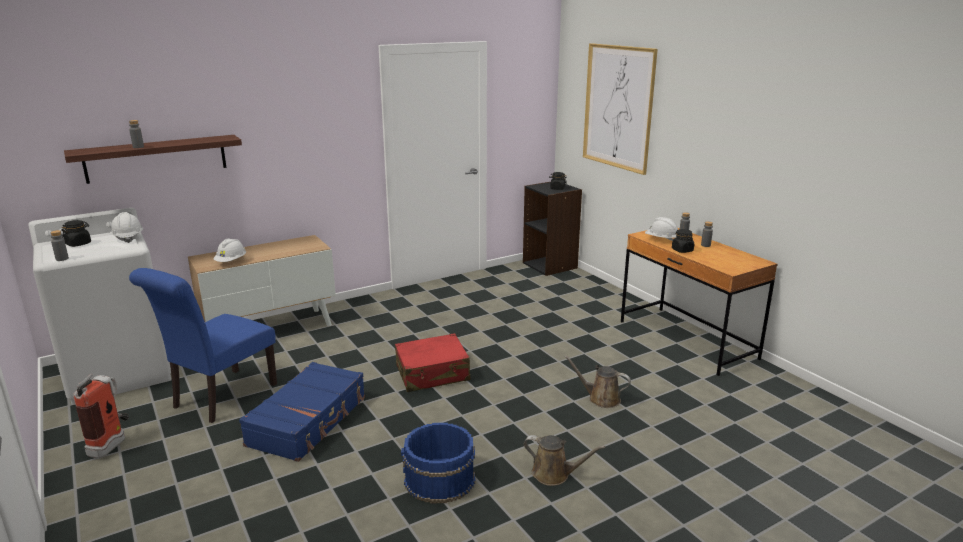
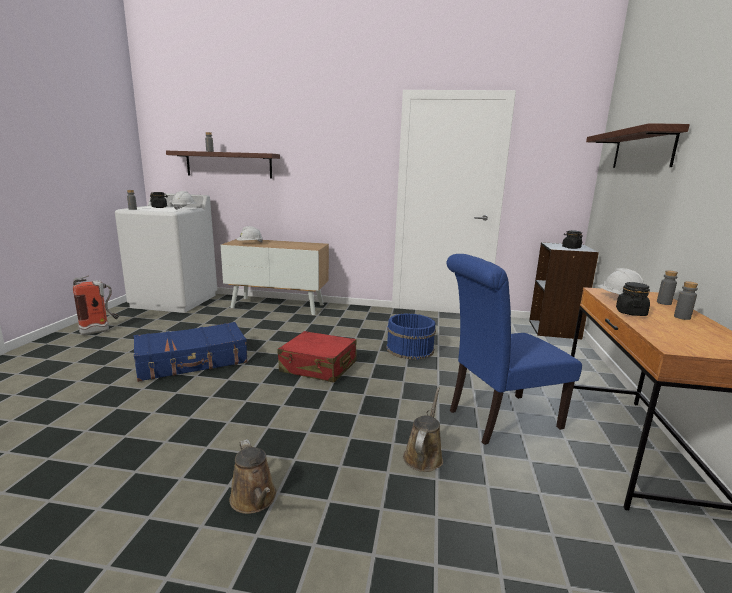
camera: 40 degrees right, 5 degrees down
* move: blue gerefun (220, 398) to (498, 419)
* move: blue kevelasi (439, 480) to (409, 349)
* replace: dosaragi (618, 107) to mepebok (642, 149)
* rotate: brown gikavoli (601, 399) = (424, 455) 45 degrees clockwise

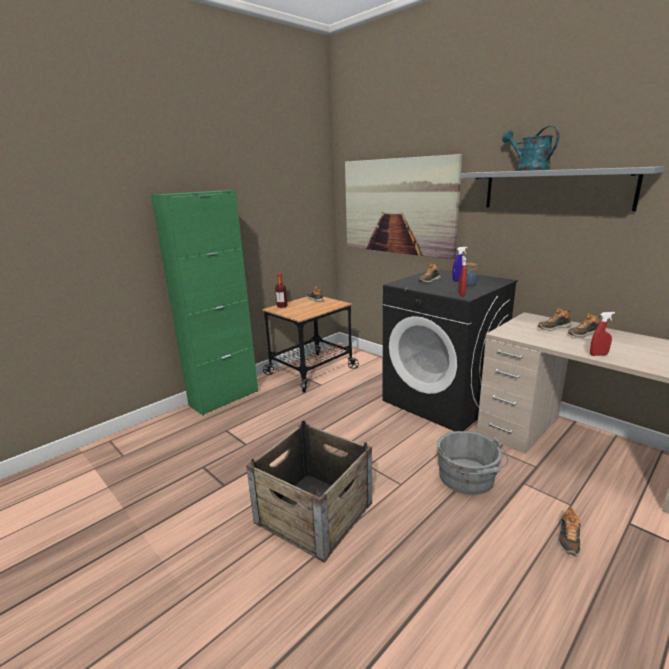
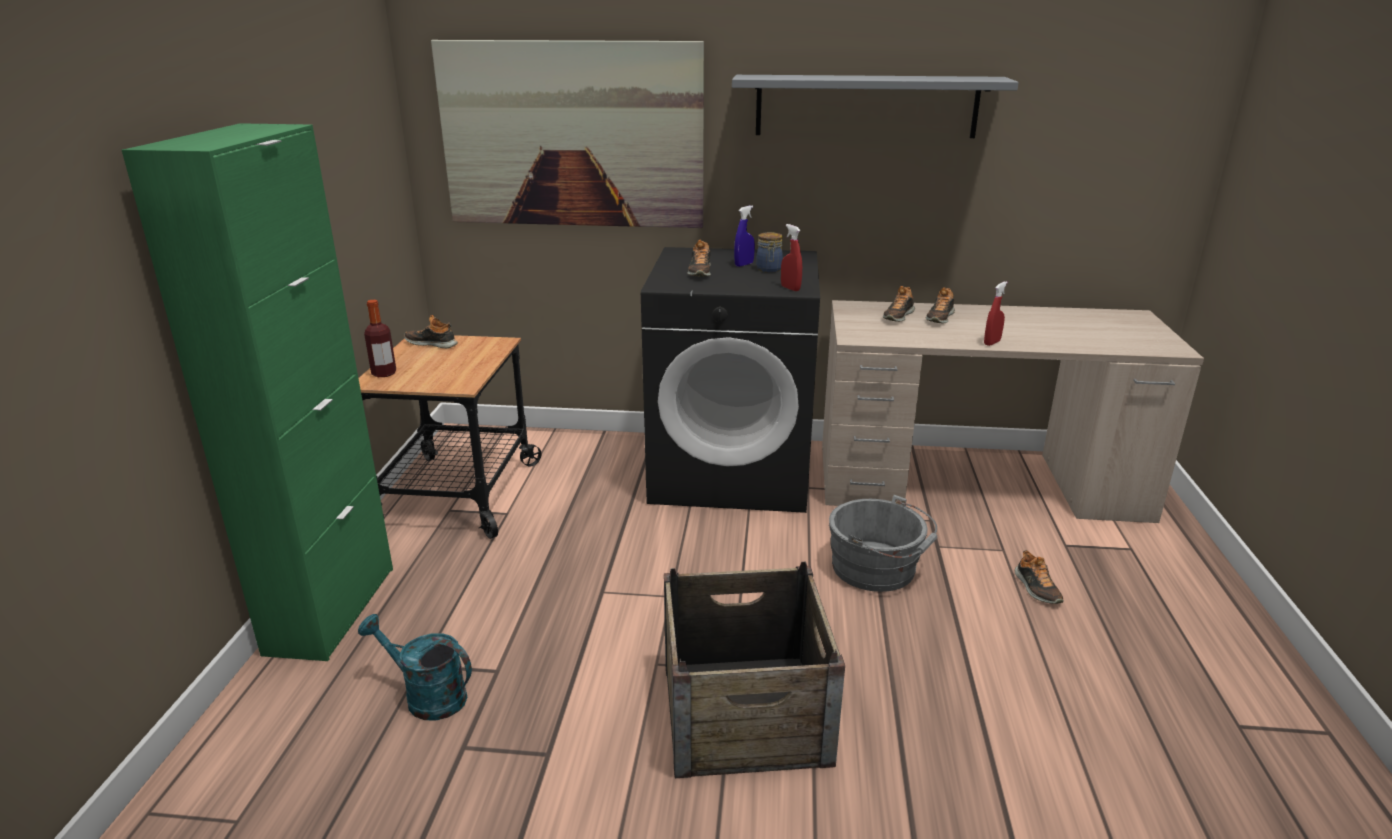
camera: 40 degrees left, 5 degrees up
* move: turquoise gikavoli (528, 170) to (427, 696)

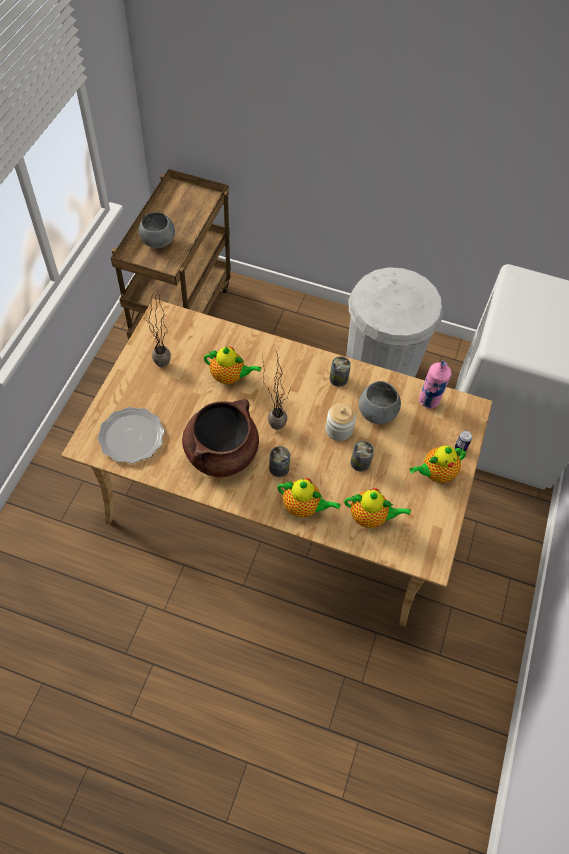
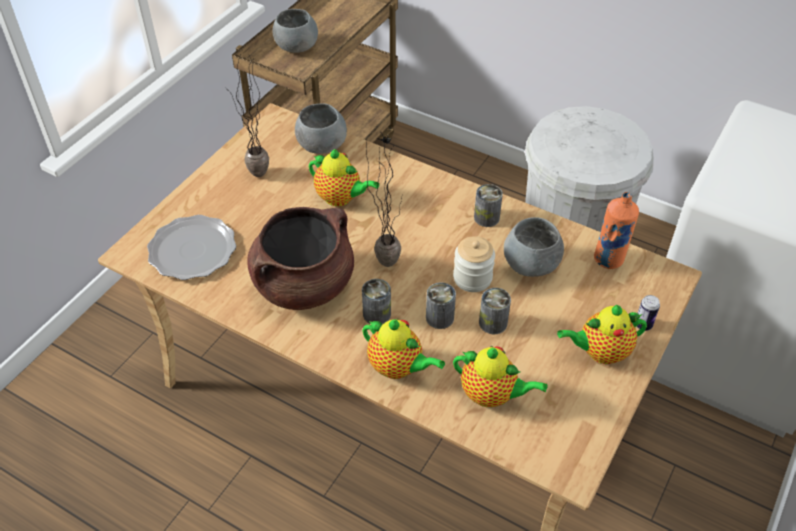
camera: 15 degrees right, 10 degrees down
* insert: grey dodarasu (321, 146)
* insert: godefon (439, 317)
* recolor: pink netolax (429, 400) to orange netolax (609, 259)

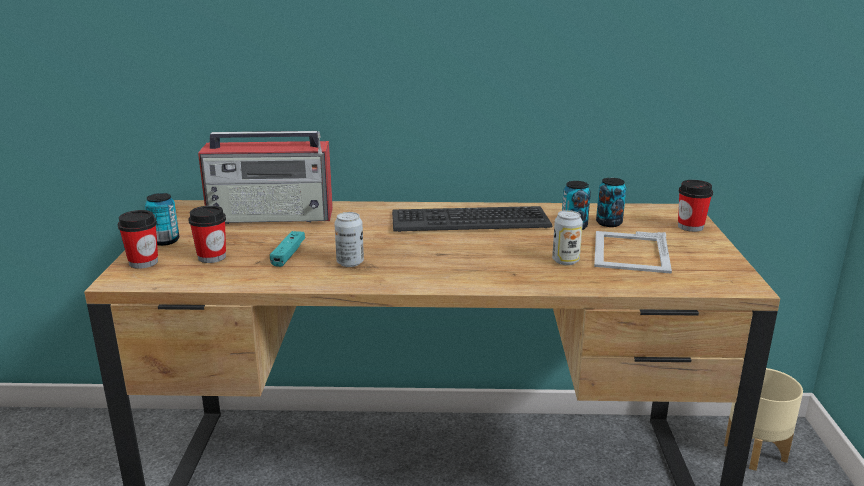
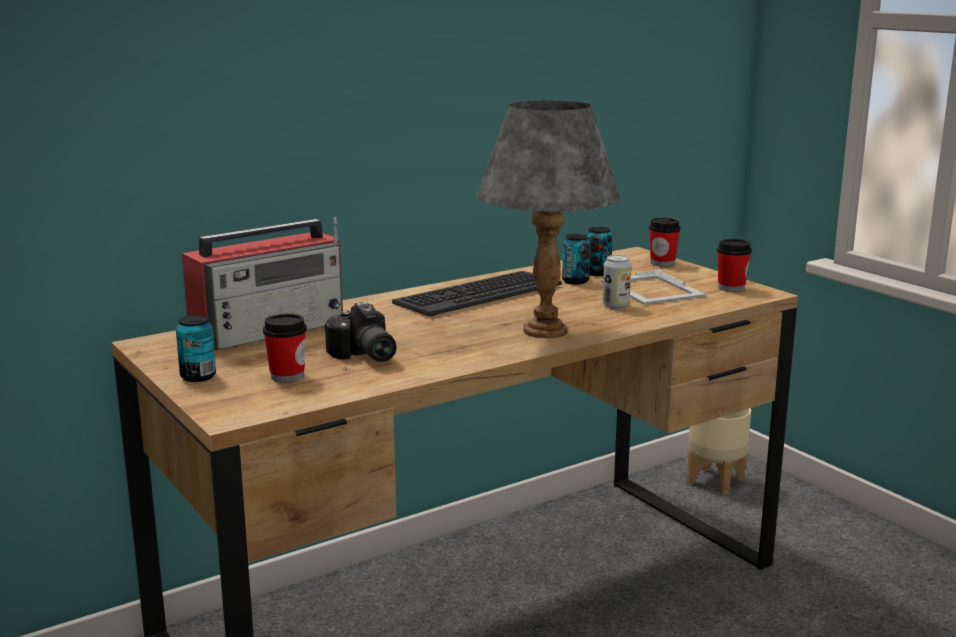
camera: 35 degrees left, 5 degrees down
* delete: godefon (350, 262)
* insert: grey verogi (544, 331)
* move: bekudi (143, 262) to (731, 288)
* replace: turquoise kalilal (288, 254) to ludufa (363, 356)

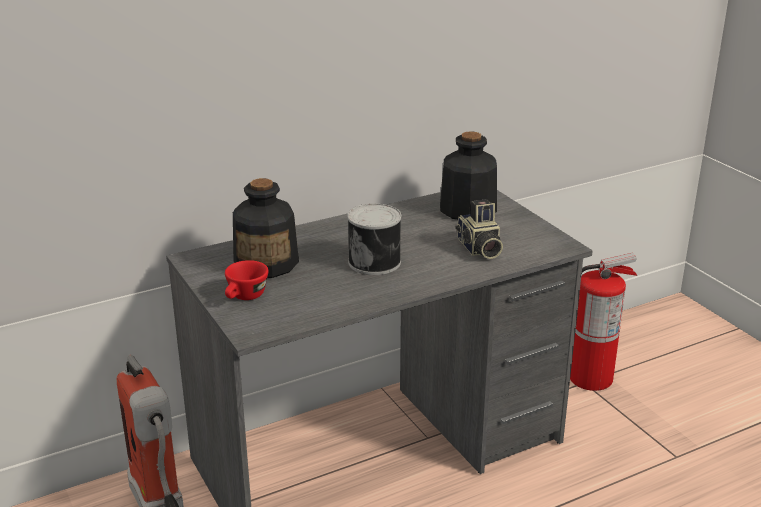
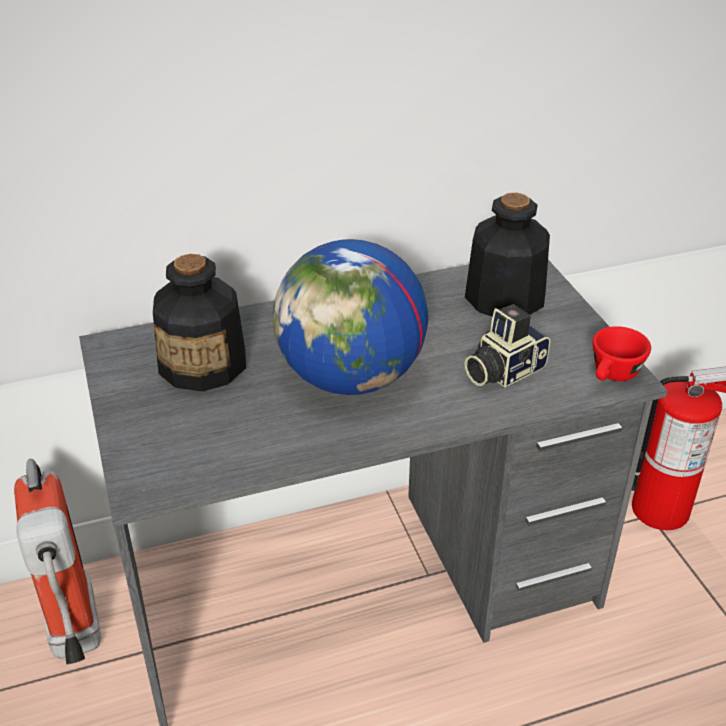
camera: 10 degrees right, 10 degrees up
* move: red bekudi (245, 297) to (613, 376)
* replace: godefon (375, 262) to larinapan (351, 378)
* rotate: ludufa (479, 249) = (502, 371) 60 degrees clockwise

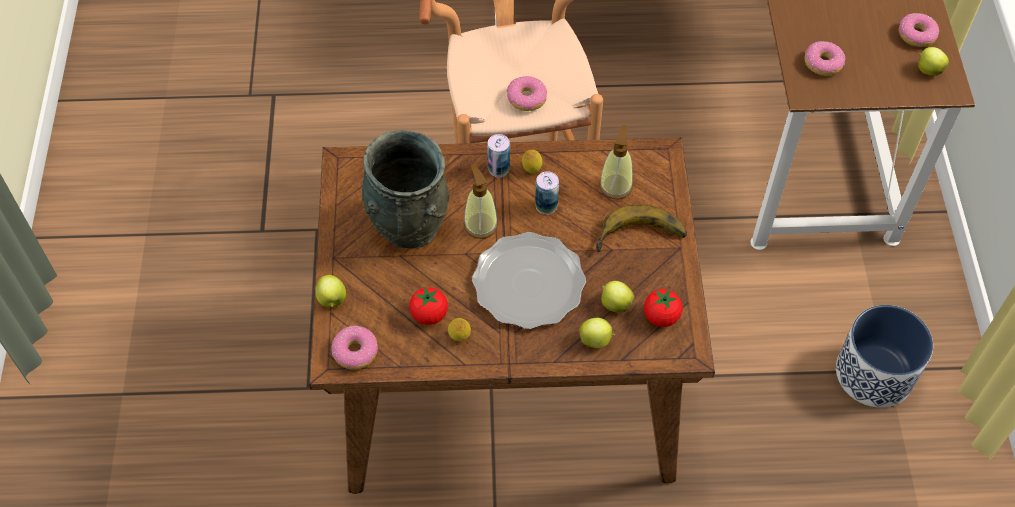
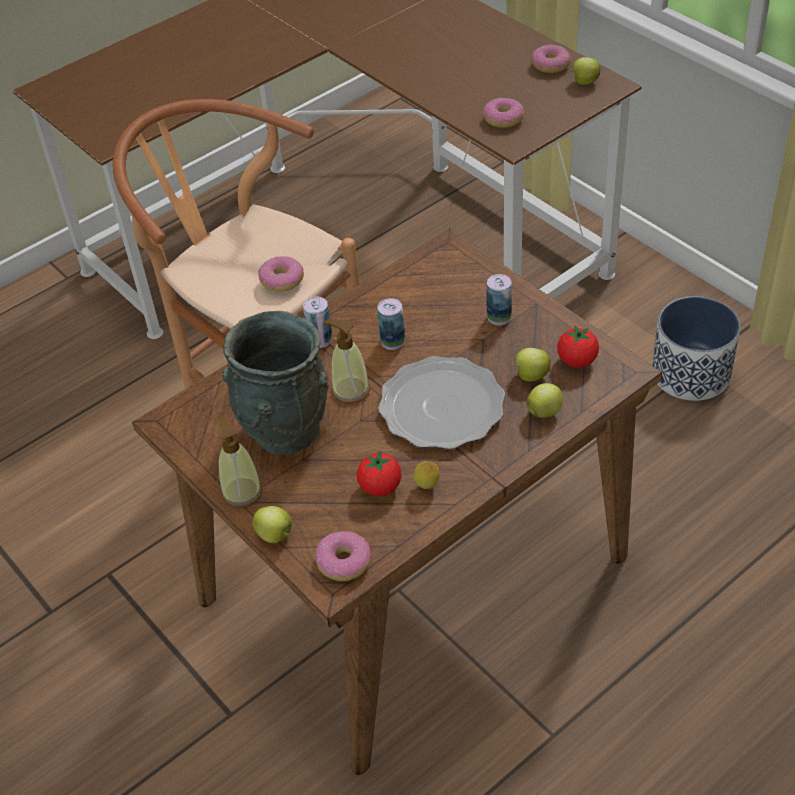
camera: 35 degrees left, 10 degrees down
* delete: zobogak (531, 170)
* move: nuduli (615, 186) to (241, 492)
* replace: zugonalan (641, 239) to godefon (499, 317)

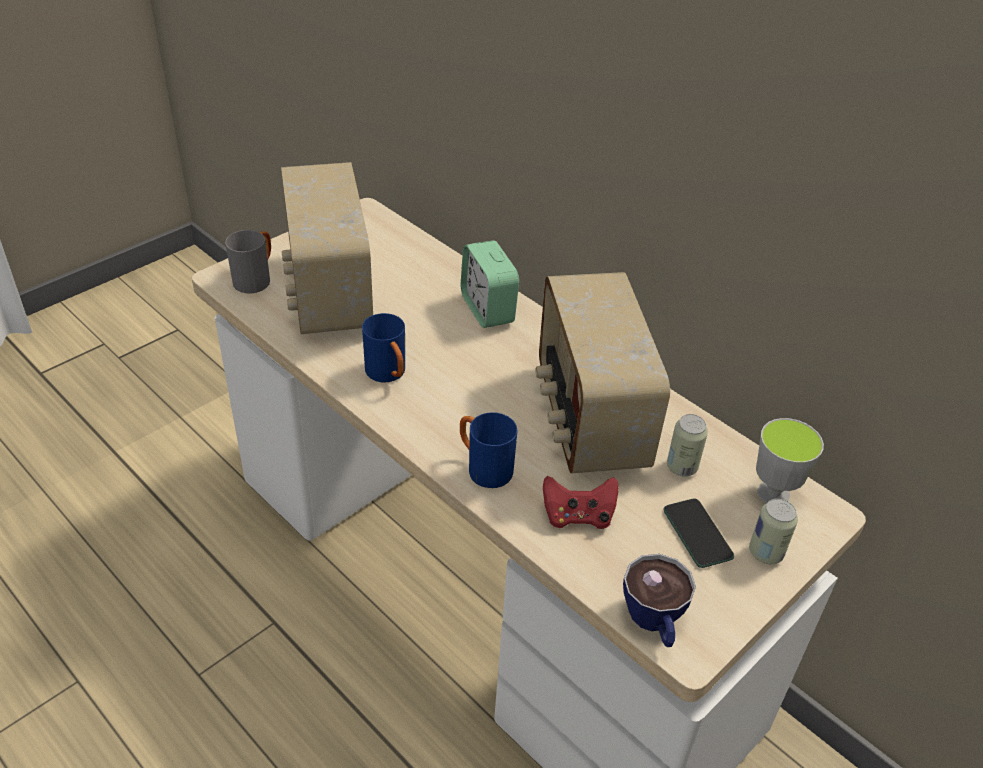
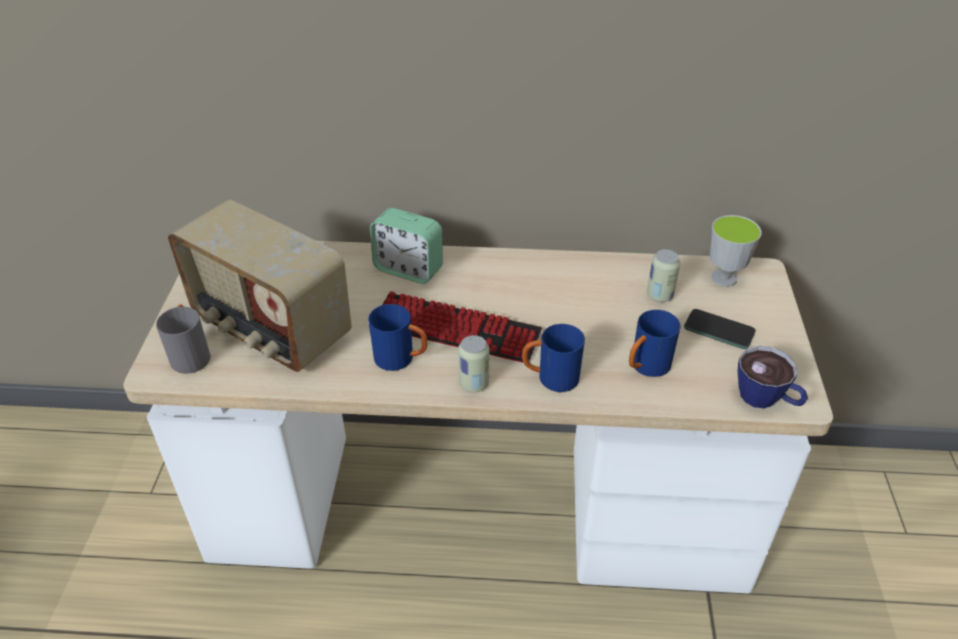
camera: 40 degrees left, 0 degrees up
* delete: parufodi (588, 418)
* insert: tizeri (456, 330)
* move: godefon (765, 553) to (473, 384)
* replace: red kalilal (578, 516) to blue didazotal (645, 368)

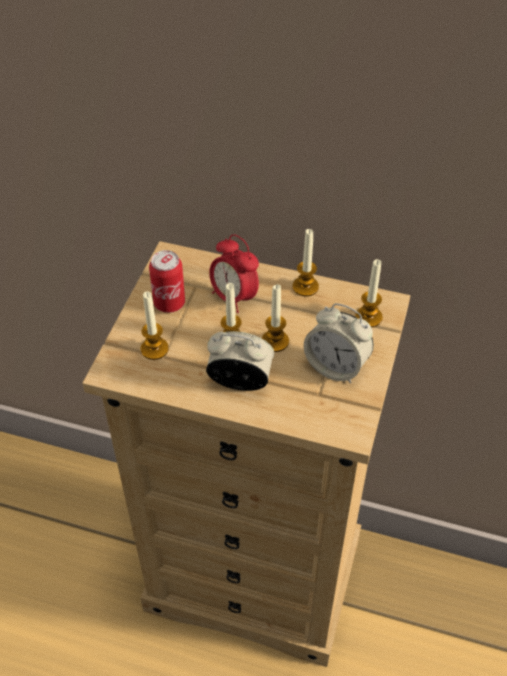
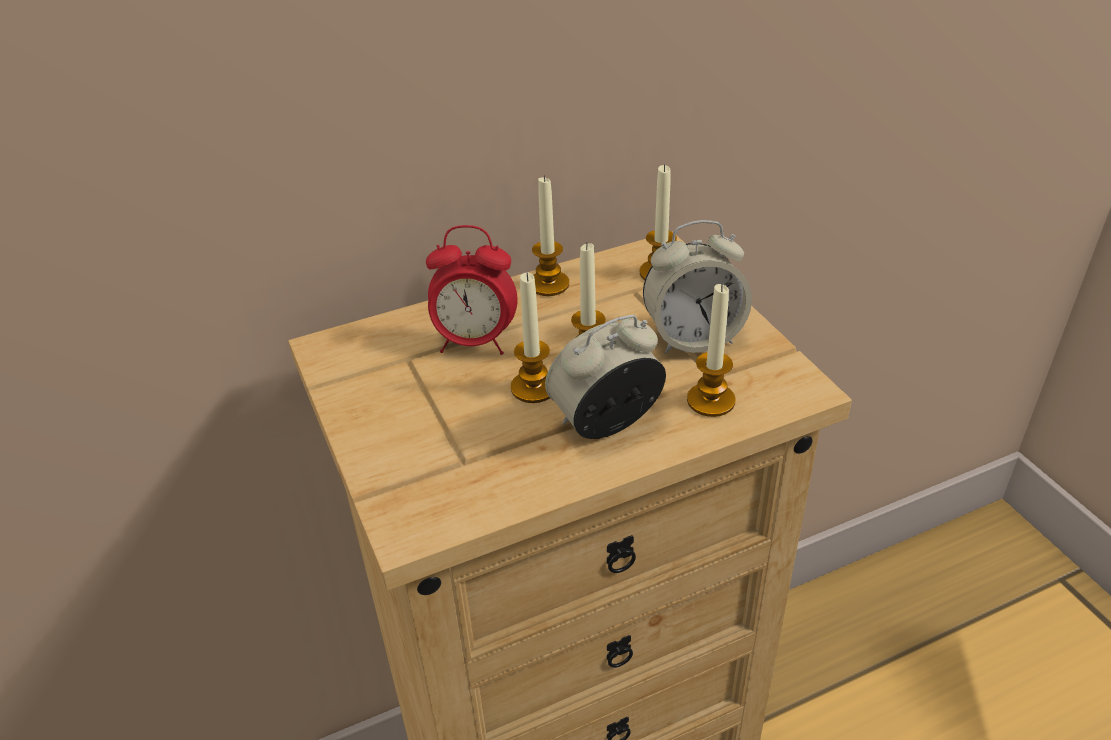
camera: 40 degrees left, 10 degrees down
* delete: godefon (169, 303)
* move: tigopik (154, 349) to (711, 401)

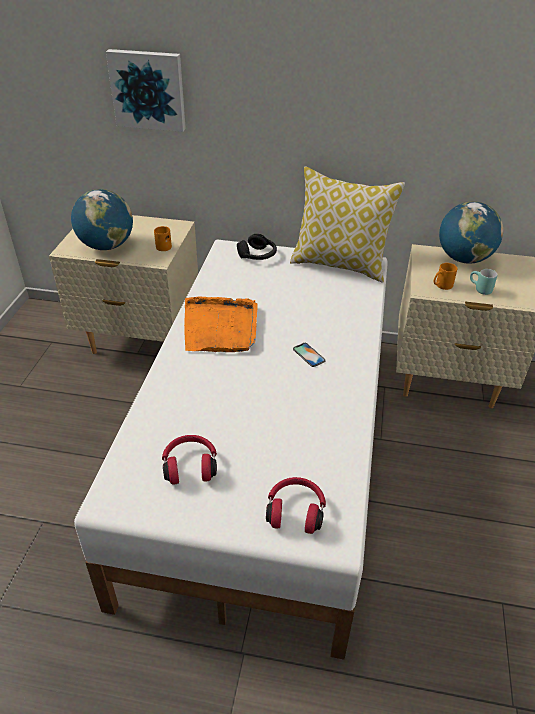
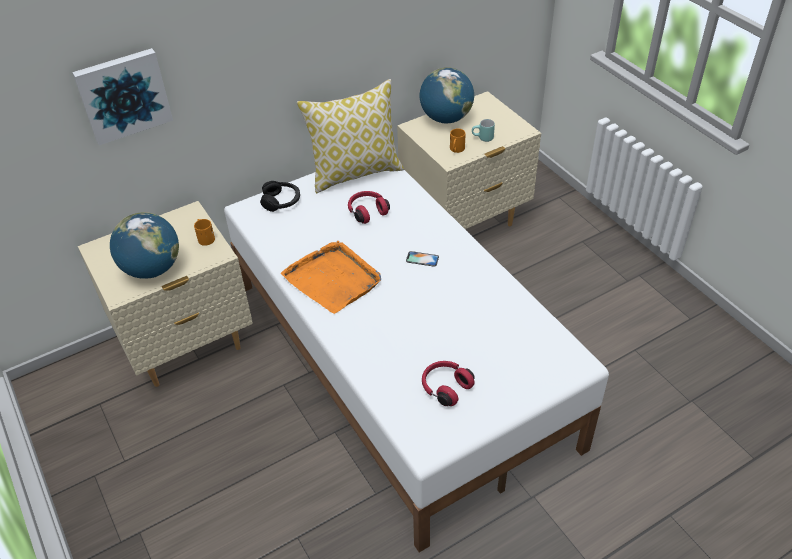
camera: 40 degrees left, 5 degrees up
* move: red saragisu (295, 511) to (367, 211)

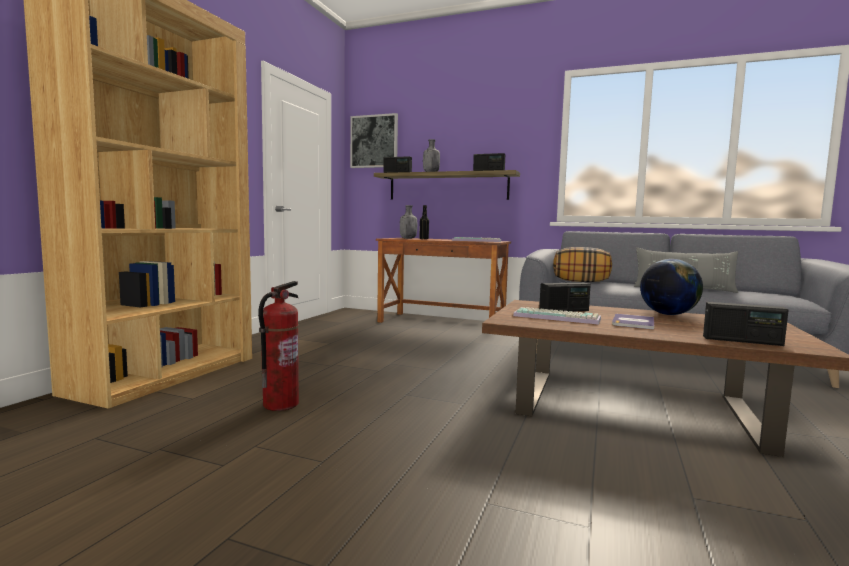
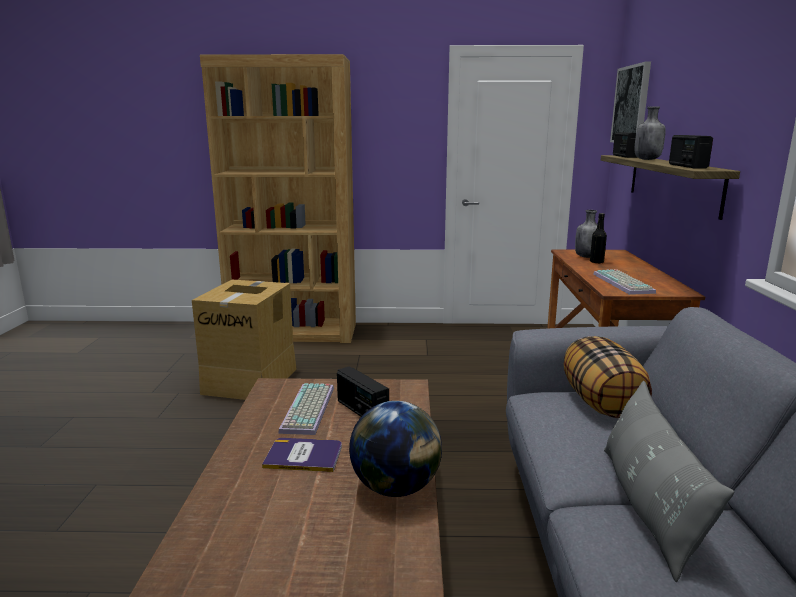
camera: 70 degrees right, 10 degrees up
* delete: parufodi (742, 341)
* replace: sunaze (281, 404) to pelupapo (251, 380)

